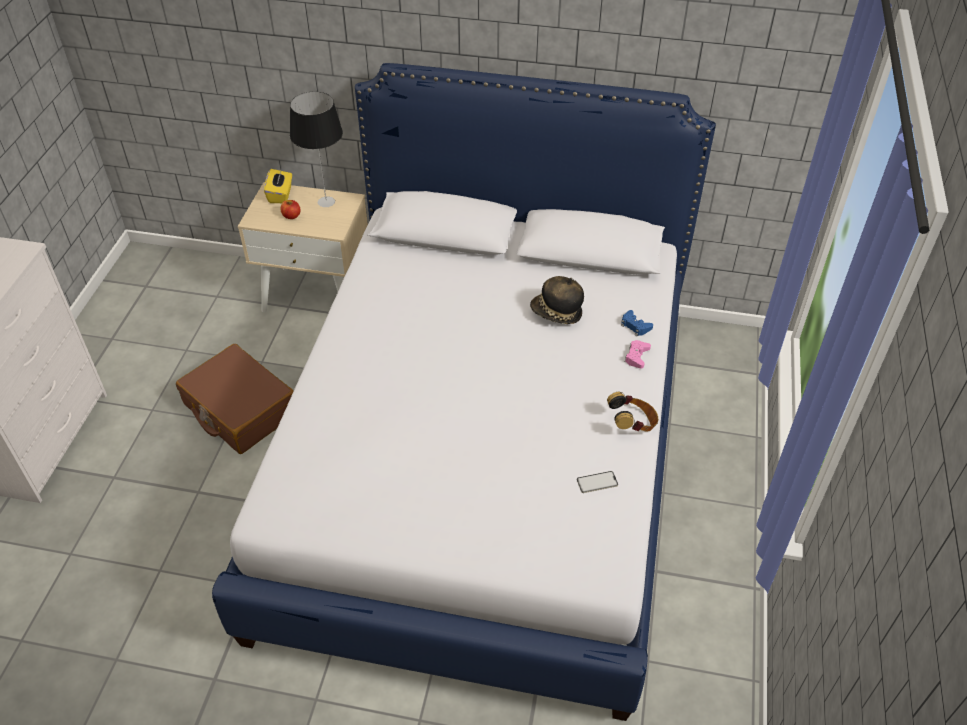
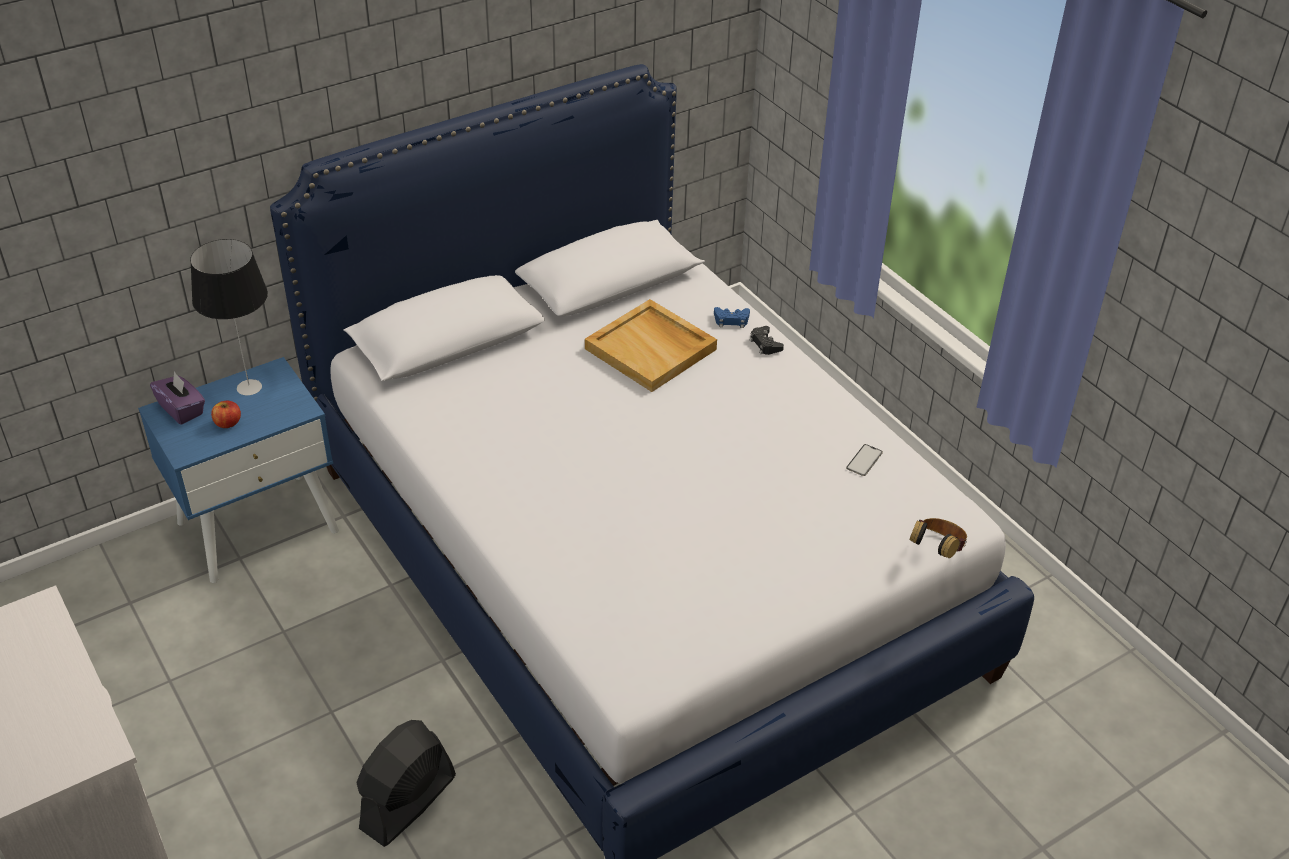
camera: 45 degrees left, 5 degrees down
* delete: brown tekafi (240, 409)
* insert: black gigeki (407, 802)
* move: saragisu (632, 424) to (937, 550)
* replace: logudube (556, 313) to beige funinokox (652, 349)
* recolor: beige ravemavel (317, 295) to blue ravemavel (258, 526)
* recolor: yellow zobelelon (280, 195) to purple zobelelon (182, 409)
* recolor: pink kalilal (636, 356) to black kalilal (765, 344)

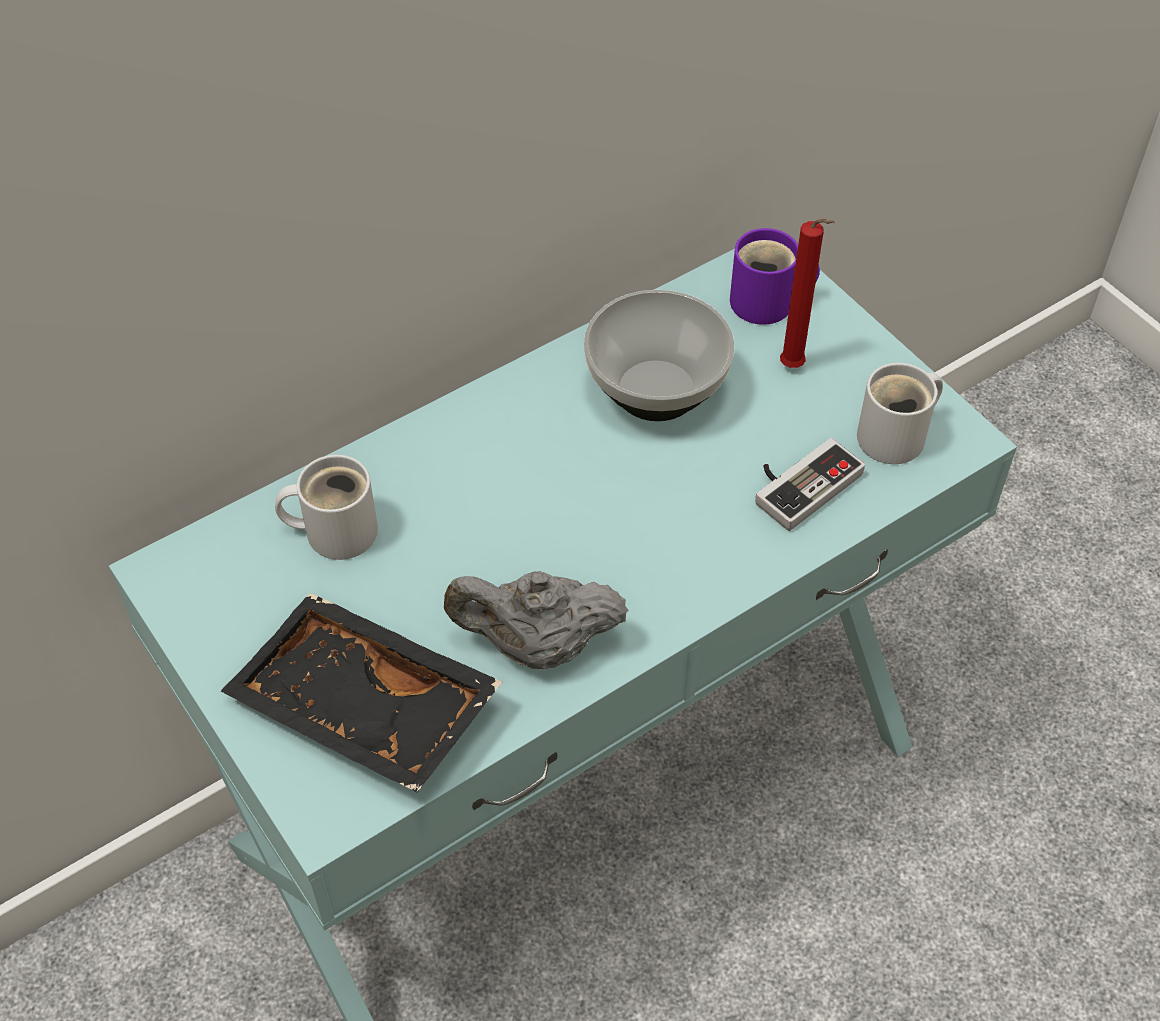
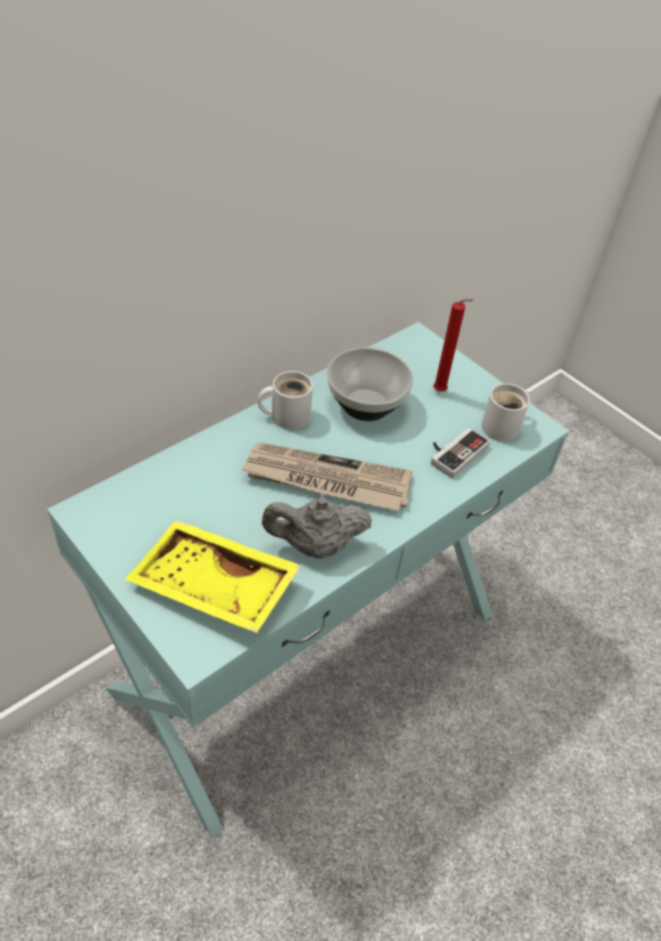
camera: 10 degrees left, 5 degrees down
* delete: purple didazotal (768, 303)
* insert: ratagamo (326, 480)
* move: white didazotal (335, 529) to (286, 415)
* recolor: black funinokox (361, 710) to yellow funinokox (212, 588)

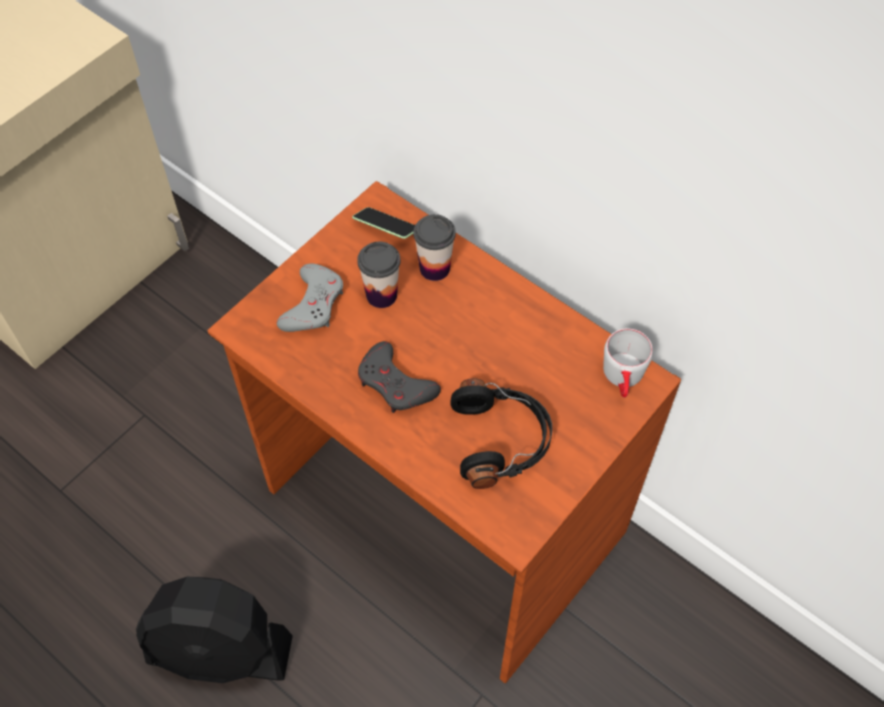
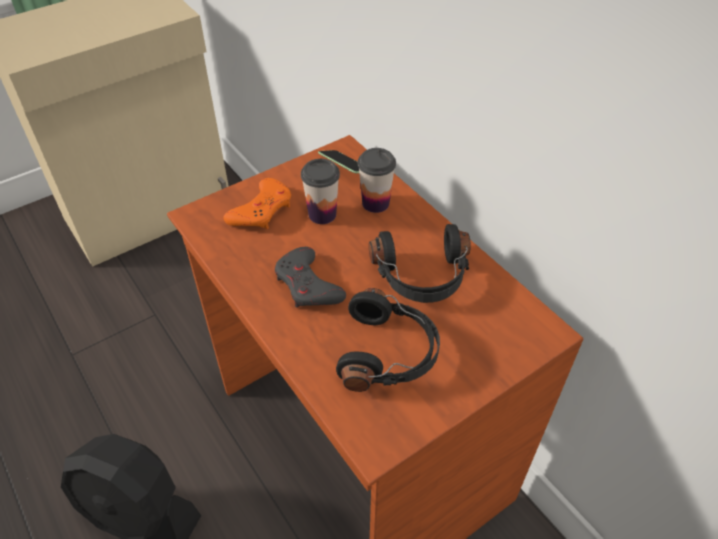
camera: 15 degrees right, 10 degrees down
* delete: grey didazotal (623, 379)
* insert: black saragisu (422, 277)
* recolor: grey kalilal (313, 304) to orange kalilal (261, 210)

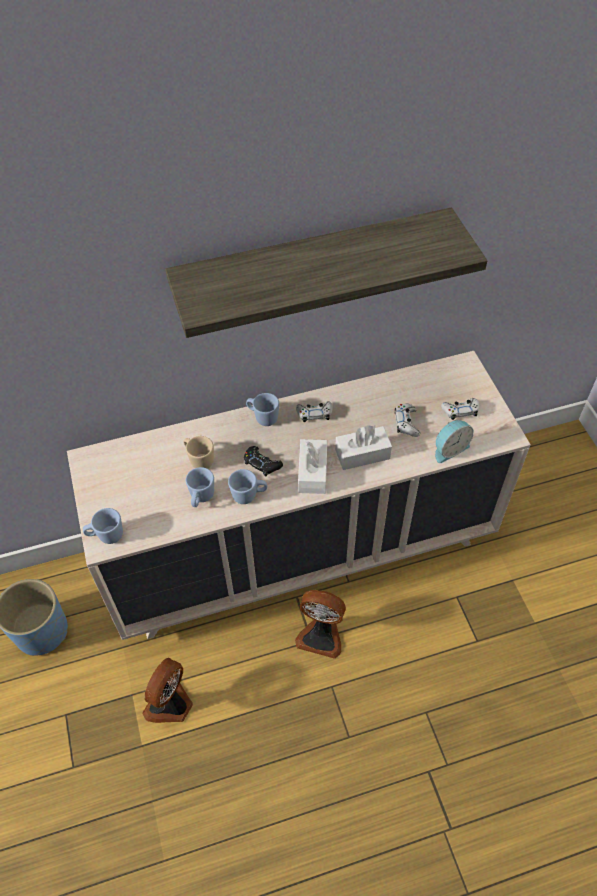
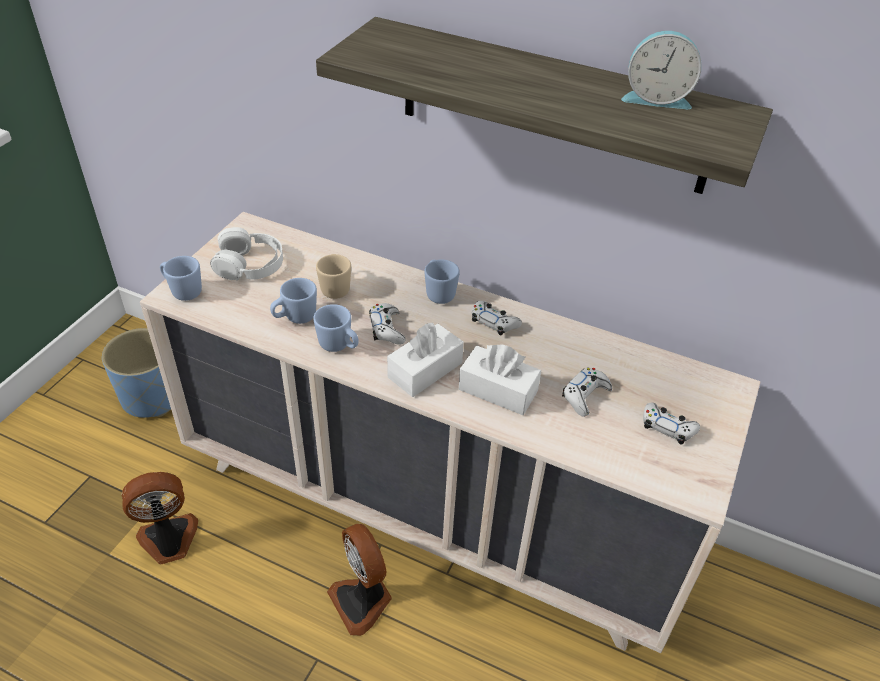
camera: 40 degrees right, 10 degrees down
* insert: white saragisu (249, 264)
* move: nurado (449, 449) to (656, 98)
* recolor: black kalilal (262, 463) to white kalilal (386, 329)

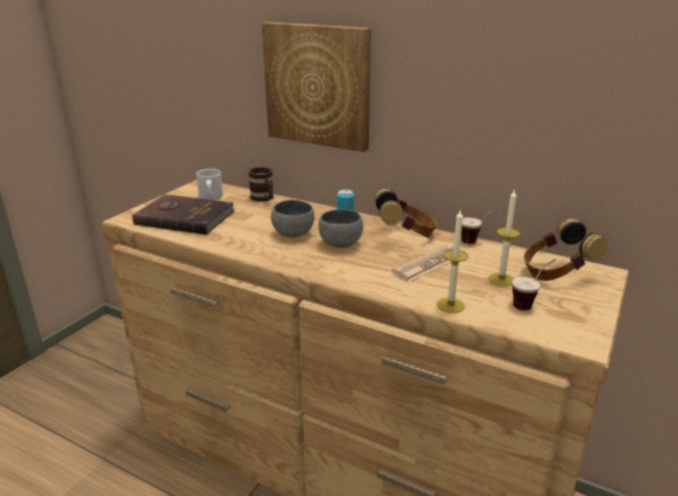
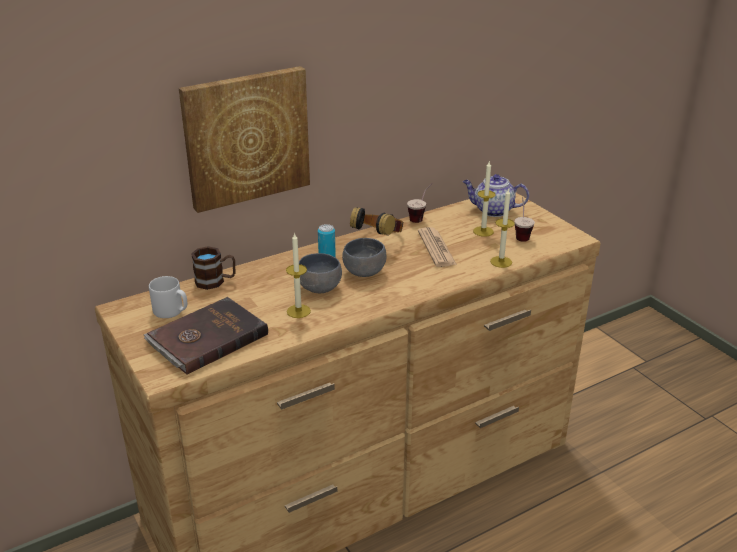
camera: 60 degrees left, 5 degrees up
* insert: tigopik (298, 311)
* replace: saragisu (556, 273) to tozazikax (492, 211)

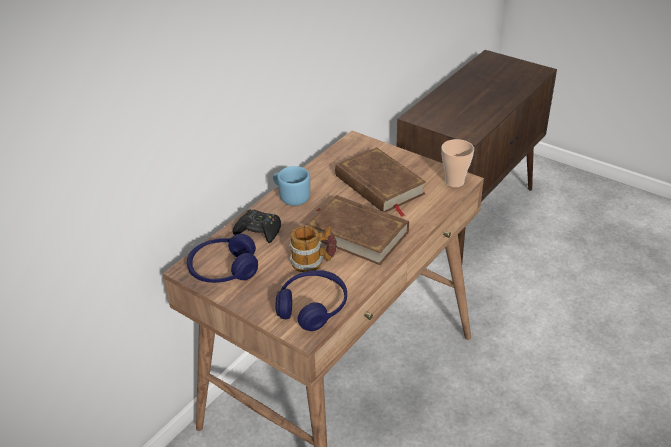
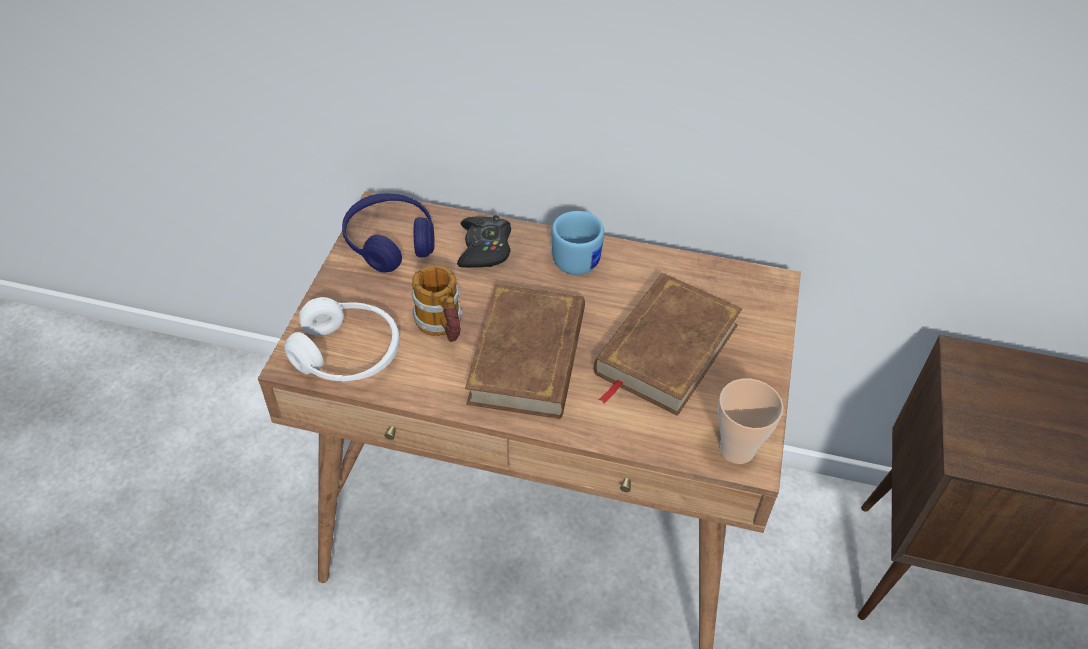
camera: 65 degrees right, 10 degrees up
* recolor: blue saragisu (312, 307) to white saragisu (347, 354)

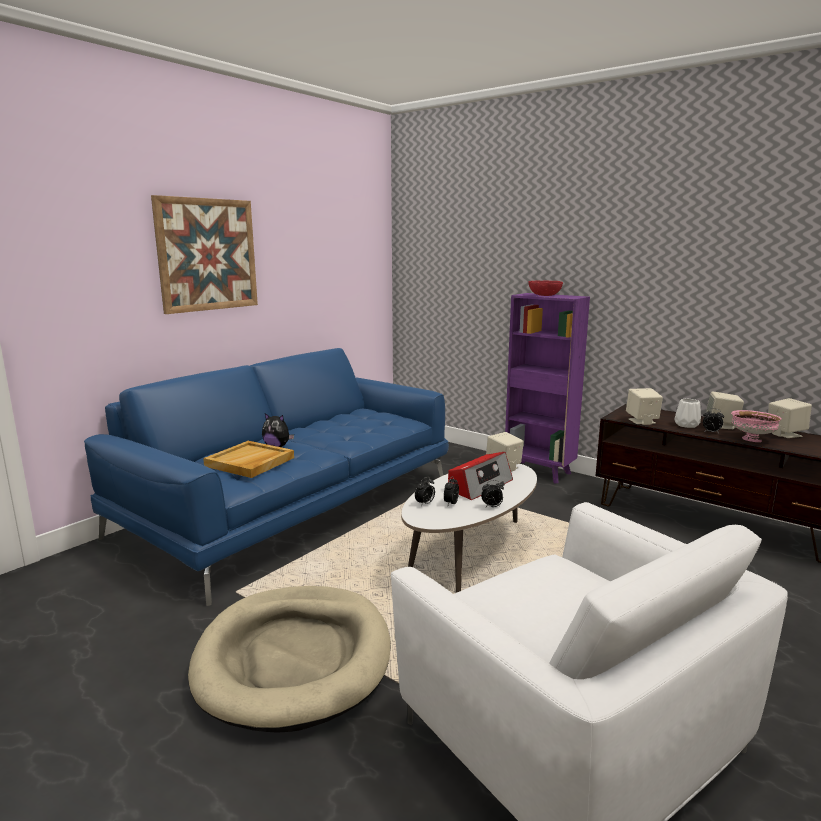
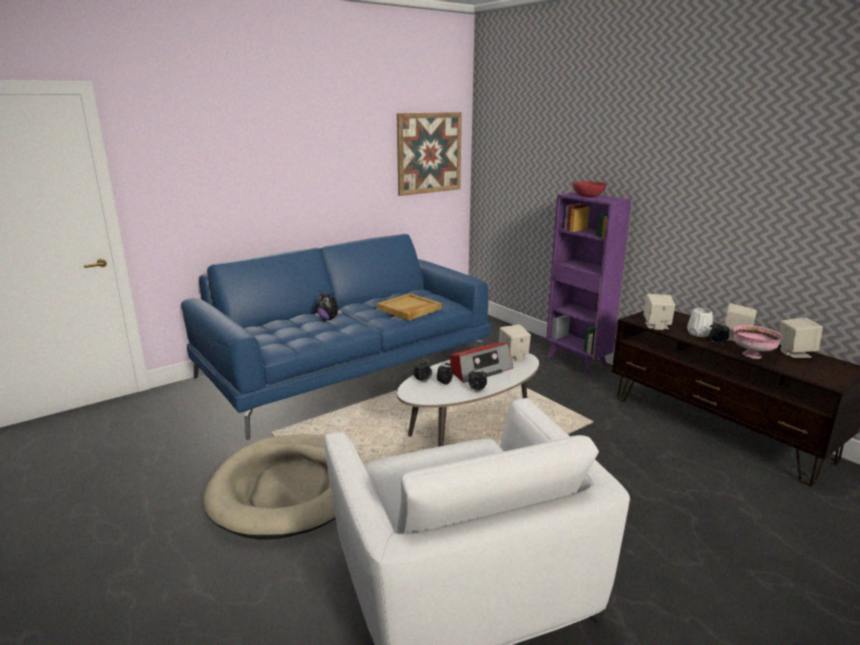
camera: 15 degrees right, 5 degrees up
* move: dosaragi (207, 255) to (429, 153)
* move: beige funinokox (250, 462) to (409, 309)

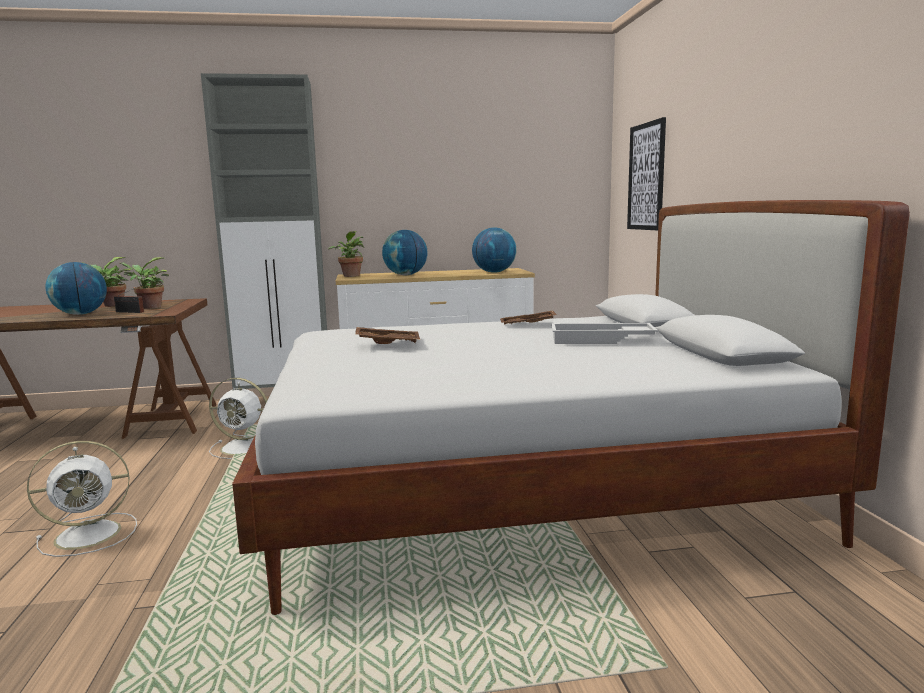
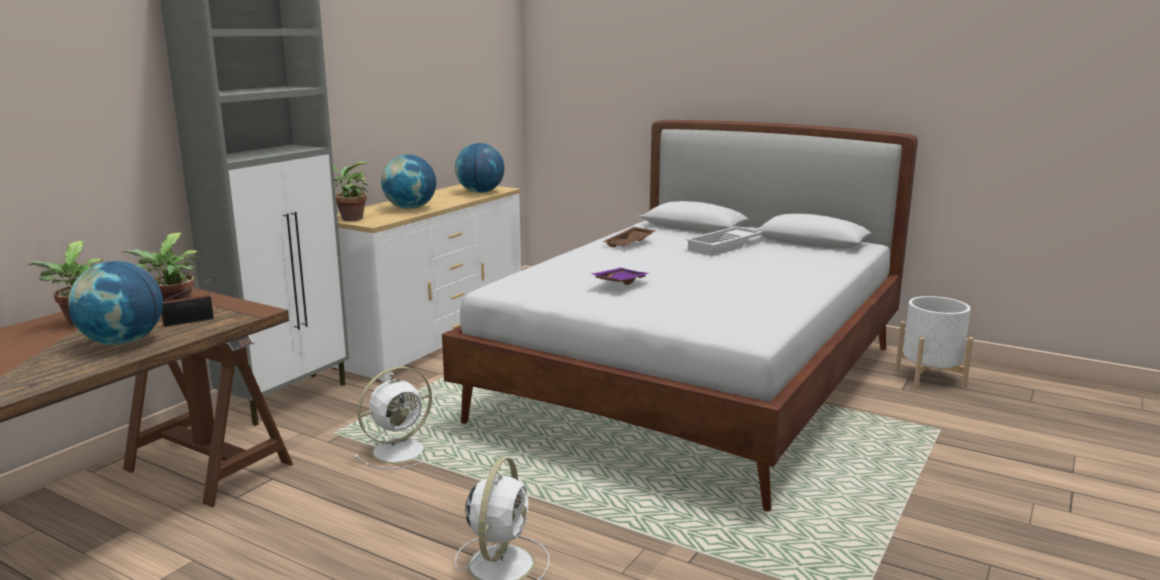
camera: 50 degrees left, 5 degrees up
* delete: dosaragi (646, 177)
* insert: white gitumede (930, 378)
* recolor: brown funinokox (388, 342) to purple funinokox (619, 282)

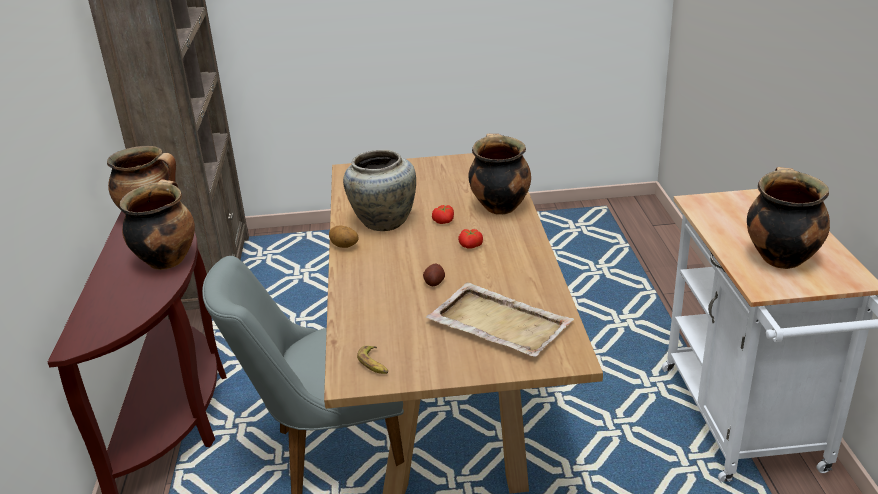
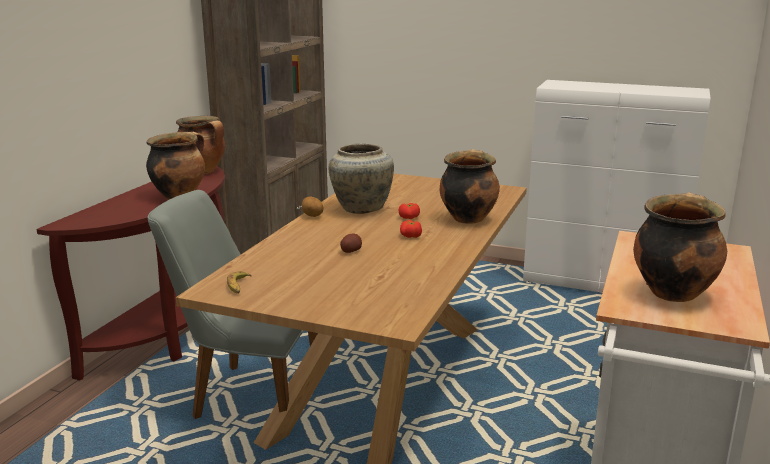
camera: 25 degrees right, 10 degrees down
* delete: beige funinokox (498, 323)
* insert: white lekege (602, 285)

